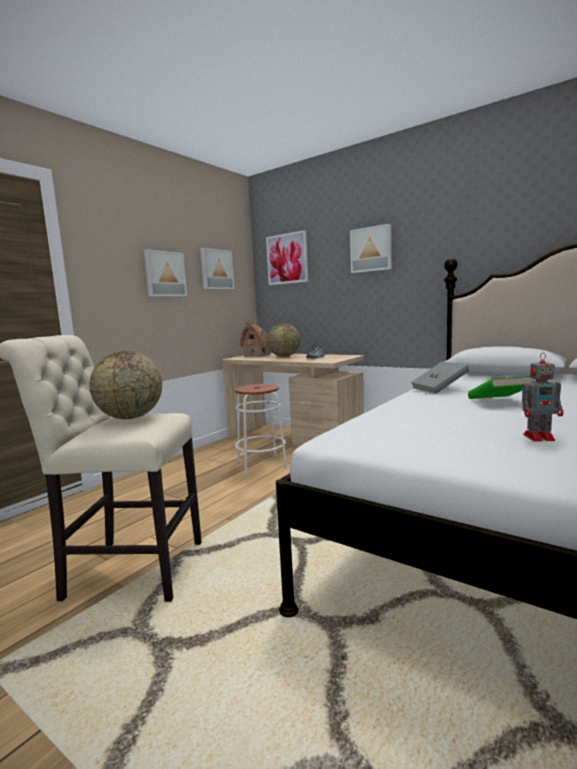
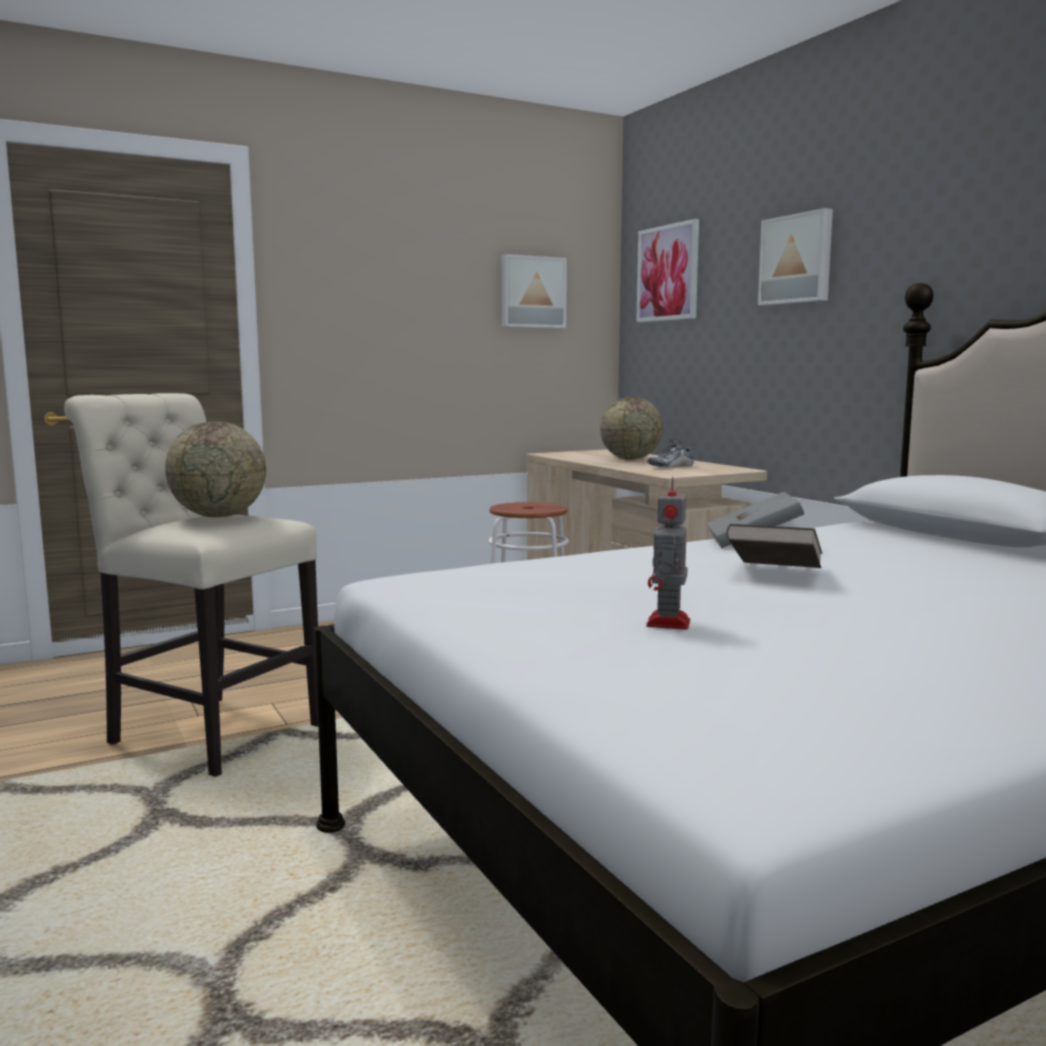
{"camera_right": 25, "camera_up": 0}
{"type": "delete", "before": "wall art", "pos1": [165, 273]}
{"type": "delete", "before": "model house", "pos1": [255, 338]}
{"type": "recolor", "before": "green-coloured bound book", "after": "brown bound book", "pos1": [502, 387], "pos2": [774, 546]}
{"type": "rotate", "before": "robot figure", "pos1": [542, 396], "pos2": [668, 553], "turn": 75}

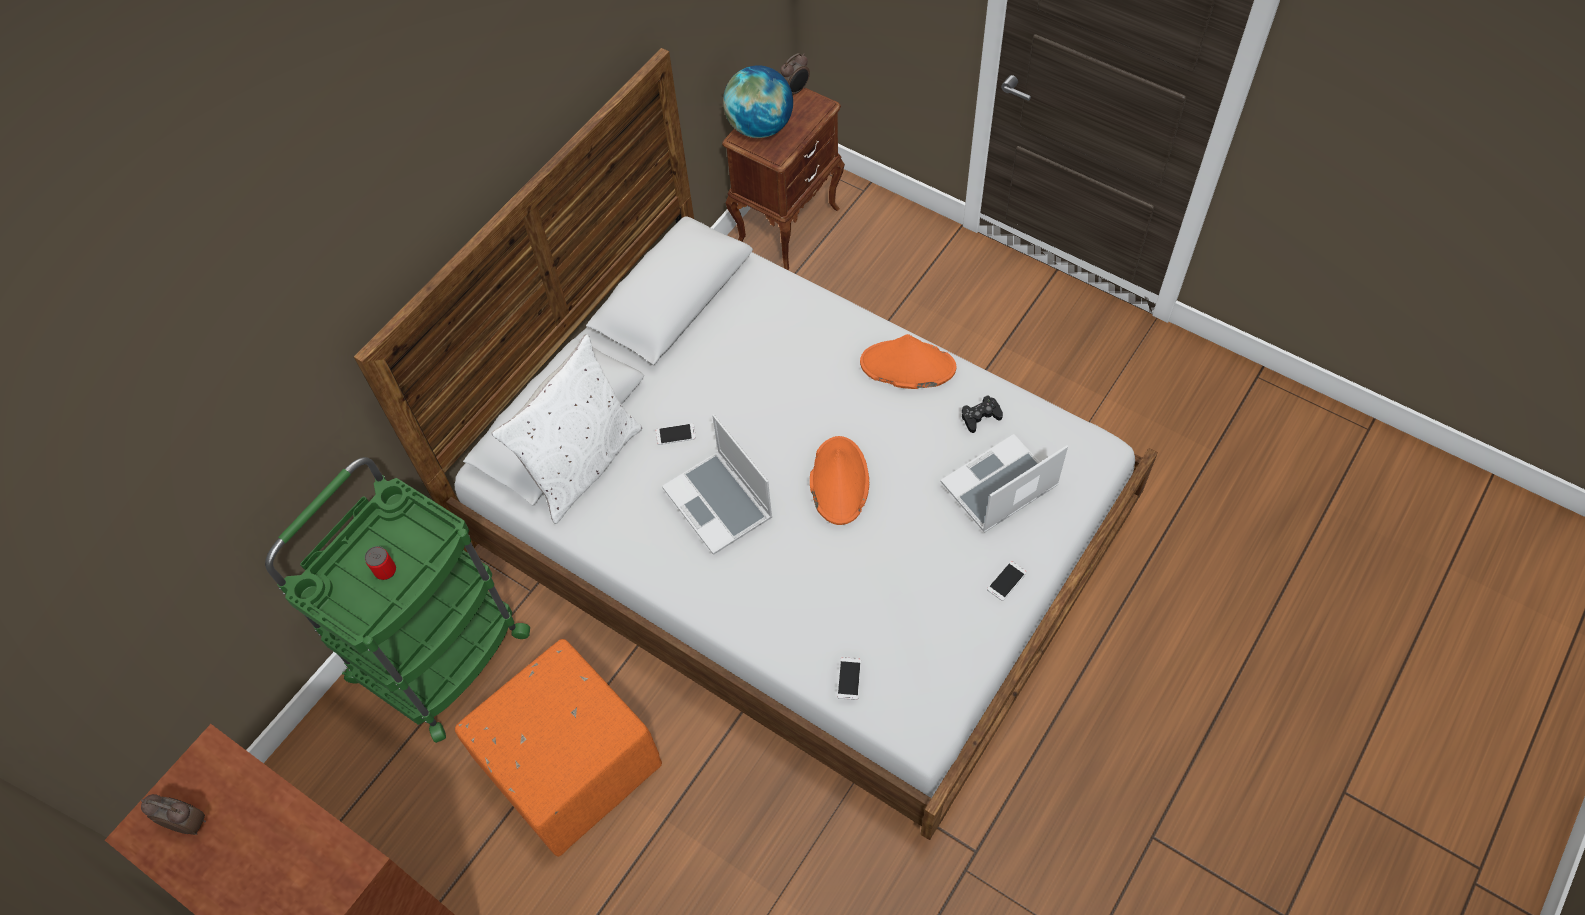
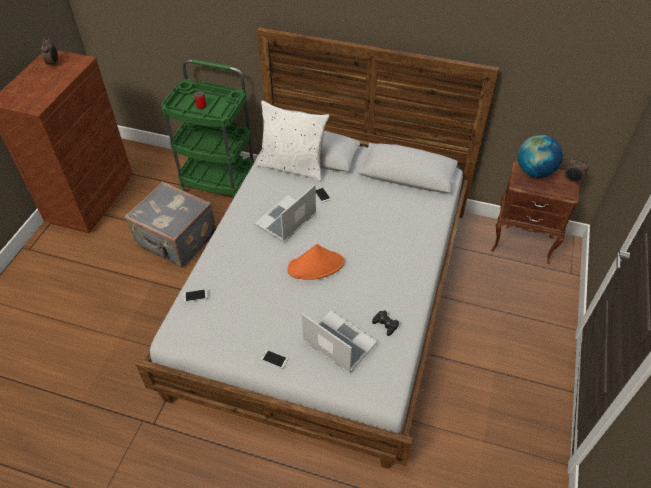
{"camera_right": 70, "camera_up": -10}
{"type": "replace", "before": "orange pouffe", "after": "grey piece of luggage", "pos1": [558, 748], "pos2": [170, 225]}
{"type": "delete", "before": "orange hat", "pos1": [908, 361]}

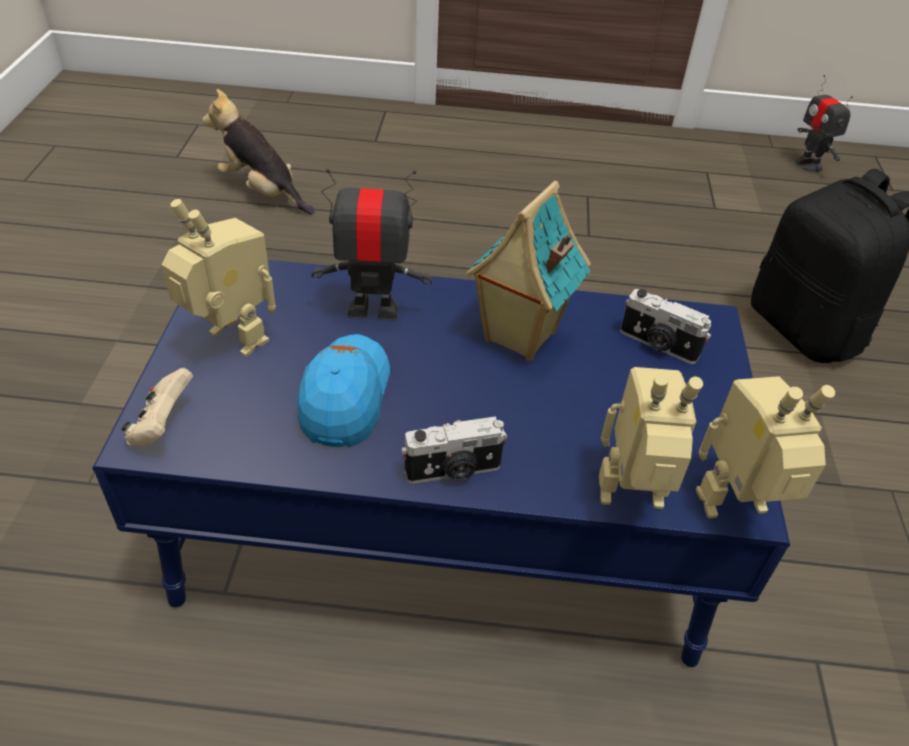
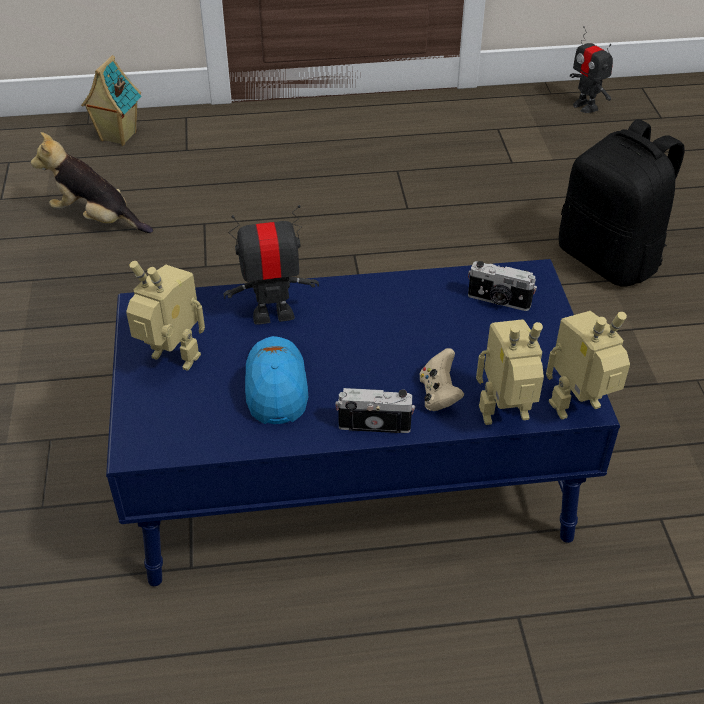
{"camera_right": -10, "camera_up": 0}
{"type": "move", "before": "beige-coloured game controller", "pos1": [157, 407], "pos2": [442, 379]}
{"type": "rotate", "before": "photo camera", "pos1": [454, 450], "pos2": [375, 410], "turn": -150}
{"type": "move", "before": "model house", "pos1": [529, 271], "pos2": [111, 100]}

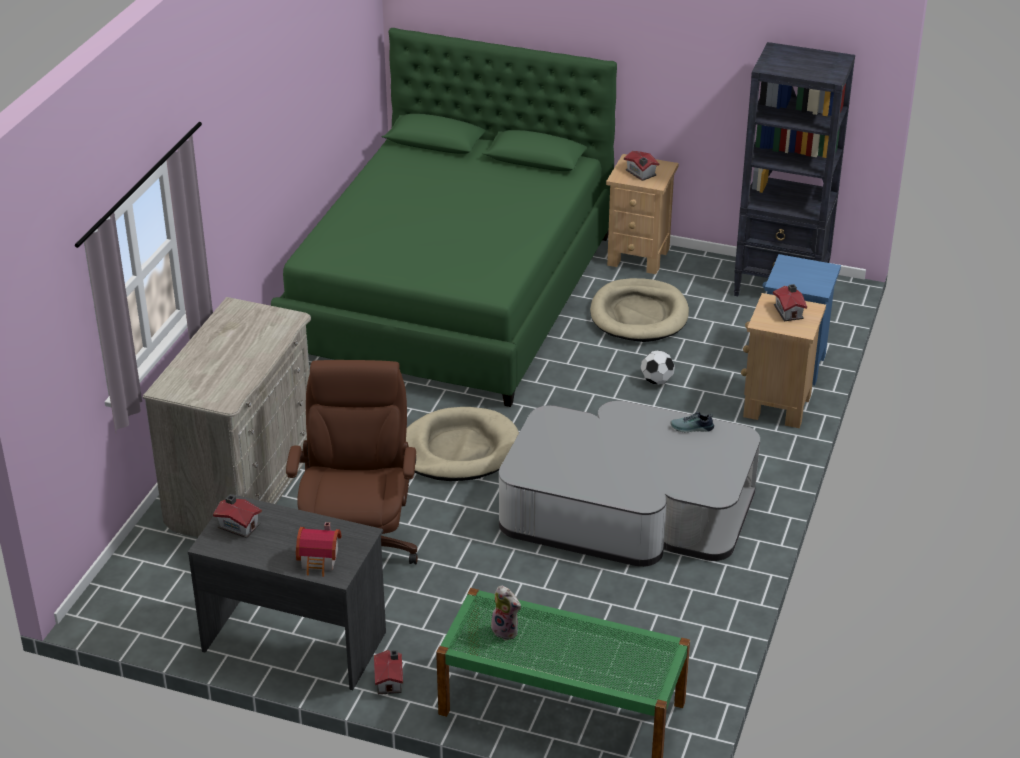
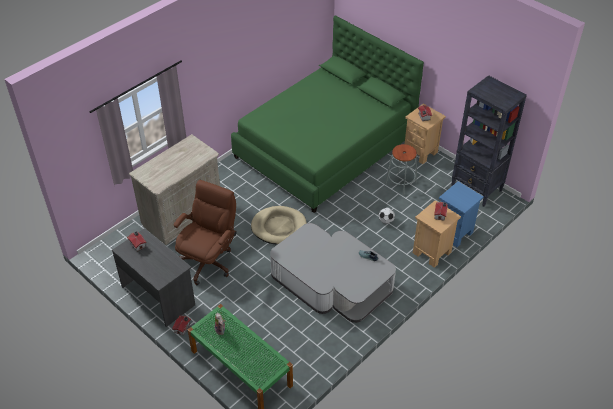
{"camera_right": 25, "camera_up": 10}
{"type": "delete", "before": "model house", "pos1": [318, 549]}
{"type": "replace", "before": "beige-coloured dog cushion", "after": "grey stool seat", "pos1": [639, 310], "pos2": [401, 169]}

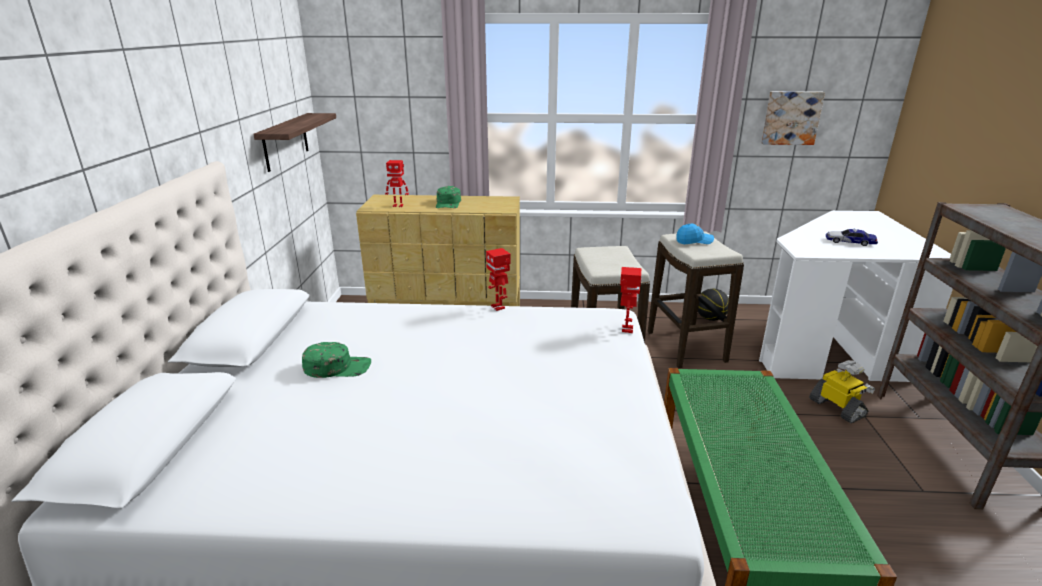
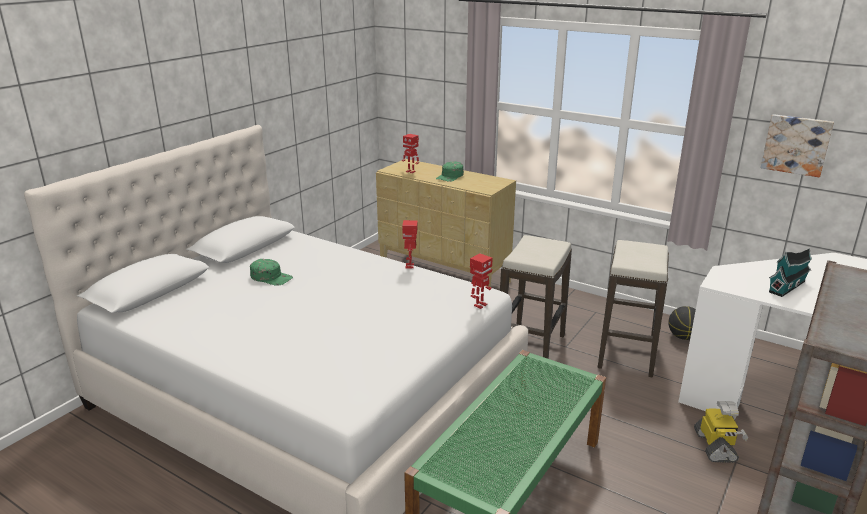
{"camera_right": 30, "camera_up": 0}
{"type": "delete", "before": "shelf", "pos1": [294, 142]}
{"type": "delete", "before": "blue-coloured peaked cap", "pos1": [695, 234]}
{"type": "replace", "before": "miniature car", "after": "model house", "pos1": [852, 237], "pos2": [790, 272]}

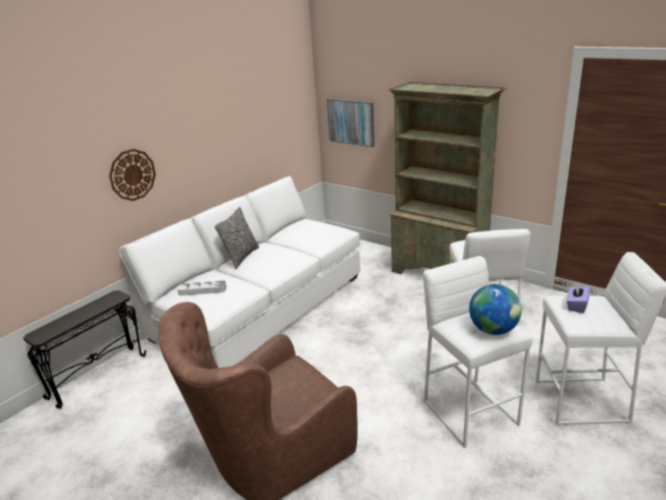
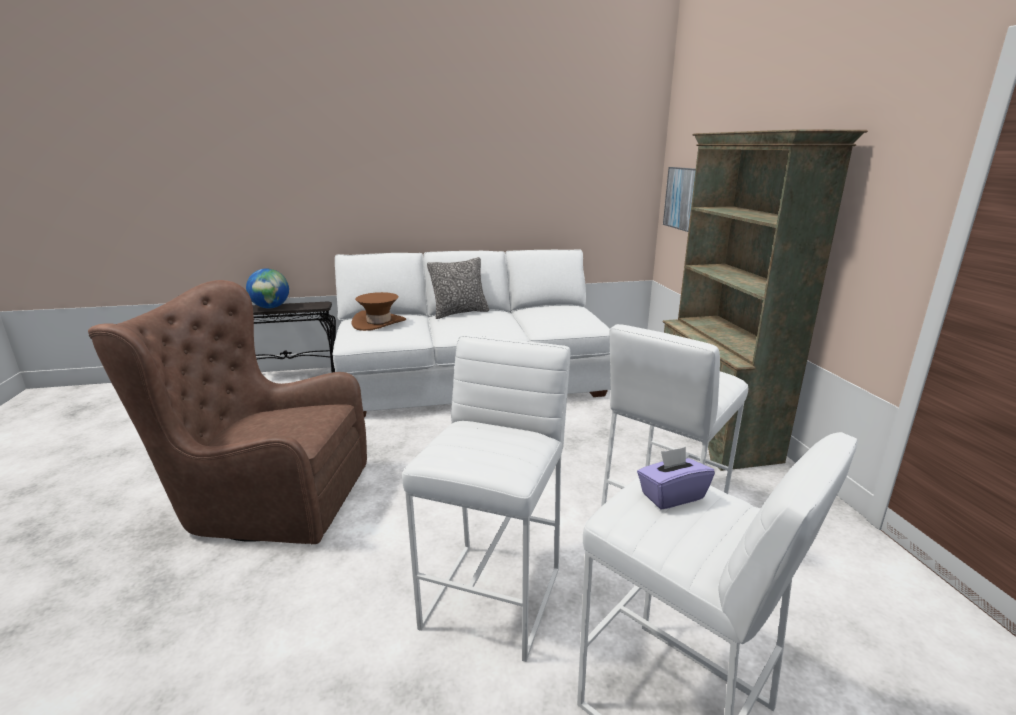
{"camera_right": 40, "camera_up": -5}
{"type": "delete", "before": "wall clock", "pos1": [132, 175]}
{"type": "replace", "before": "grey serving tray", "after": "brown hat", "pos1": [202, 288], "pos2": [378, 311]}
{"type": "move", "before": "desk globe", "pos1": [495, 309], "pos2": [267, 288]}

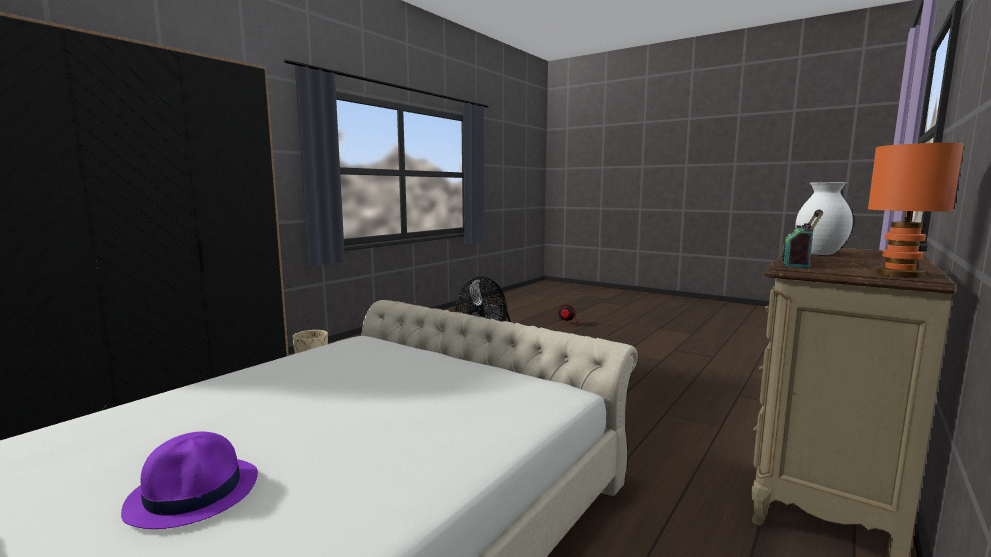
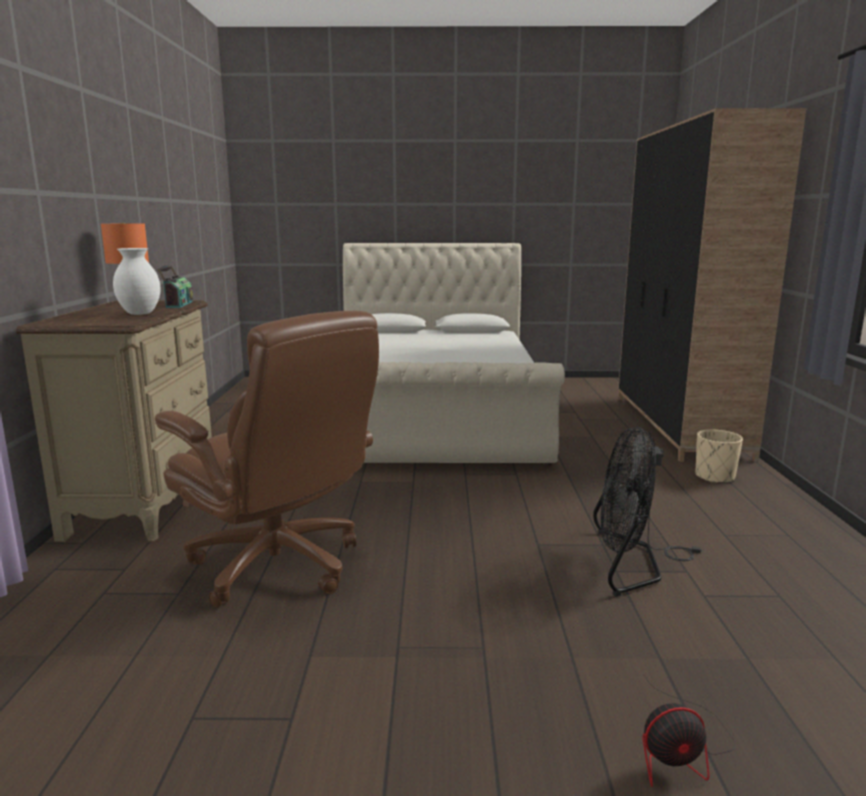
{"camera_right": 145, "camera_up": 5}
{"type": "delete", "before": "purple hat", "pos1": [189, 480]}
{"type": "insert", "after": "brown desk chair", "pos2": [267, 459]}

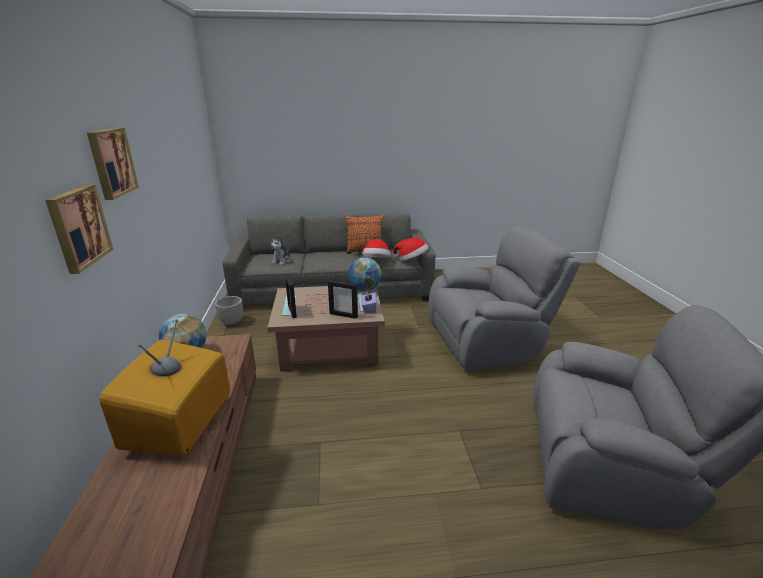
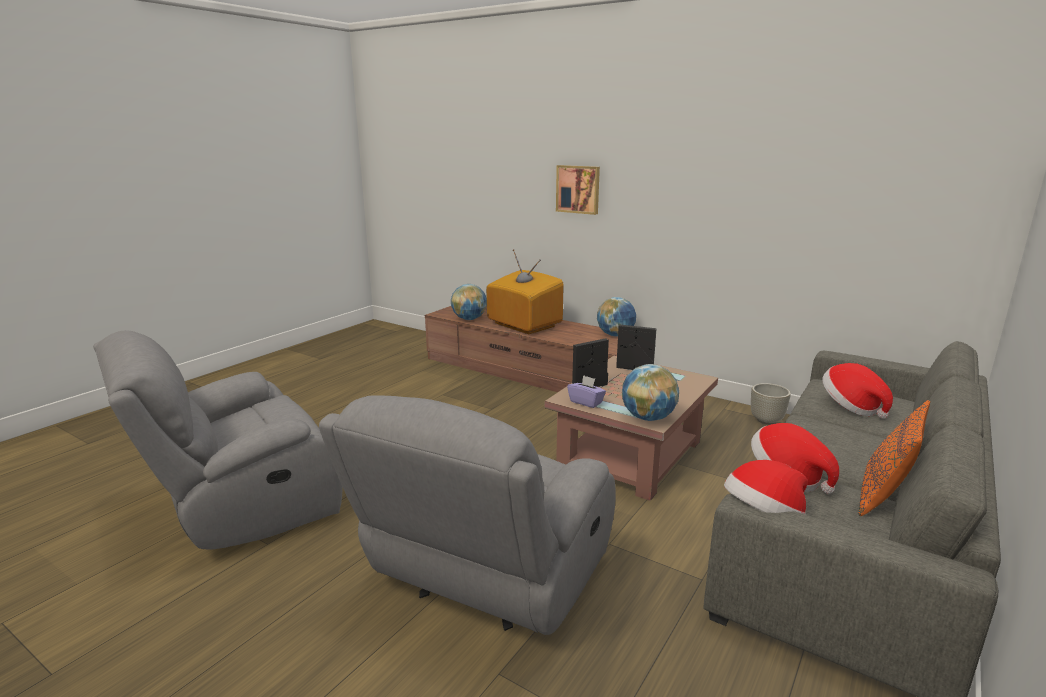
{"camera_right": 130, "camera_up": -5}
{"type": "delete", "before": "wall art", "pos1": [113, 164]}
{"type": "replace", "before": "soft toy", "after": "hat", "pos1": [280, 250], "pos2": [857, 390]}
{"type": "insert", "after": "desk globe", "pos2": [469, 302]}

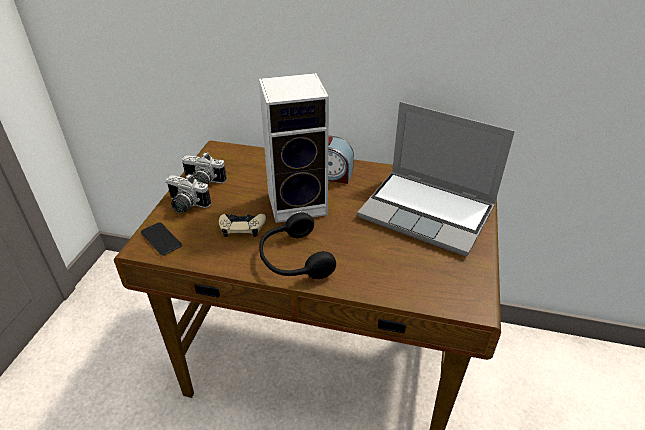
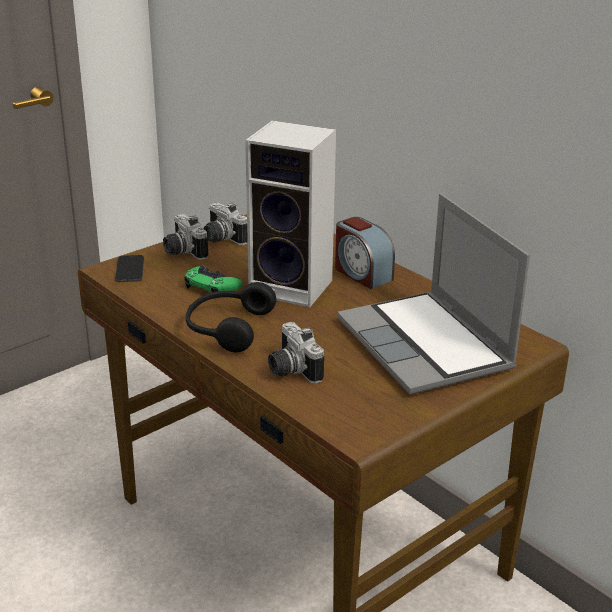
{"camera_right": 35, "camera_up": -10}
{"type": "recolor", "before": "beige-coloured game controller", "after": "green-coloured game controller", "pos1": [242, 225], "pos2": [213, 278]}
{"type": "insert", "after": "photo camera", "pos2": [296, 353]}

